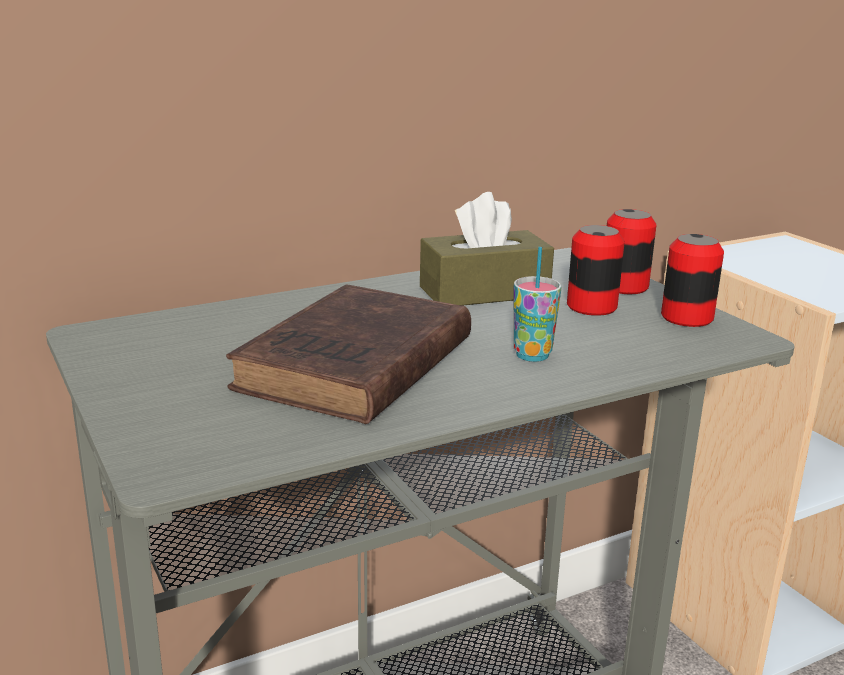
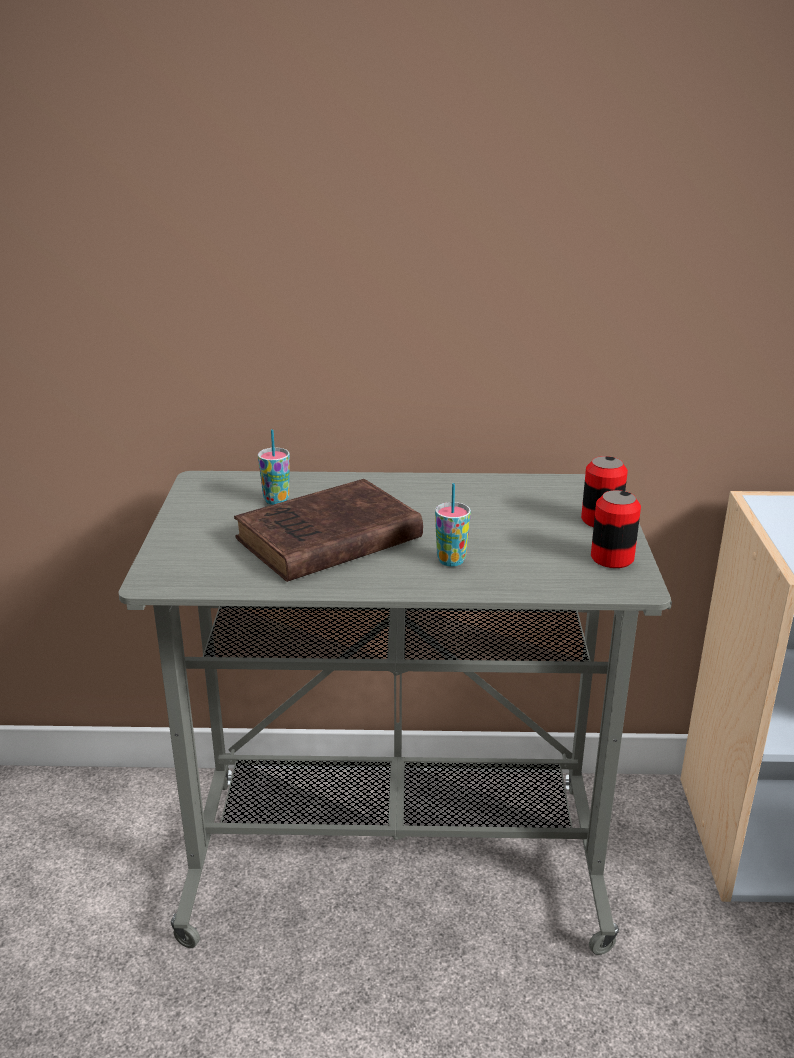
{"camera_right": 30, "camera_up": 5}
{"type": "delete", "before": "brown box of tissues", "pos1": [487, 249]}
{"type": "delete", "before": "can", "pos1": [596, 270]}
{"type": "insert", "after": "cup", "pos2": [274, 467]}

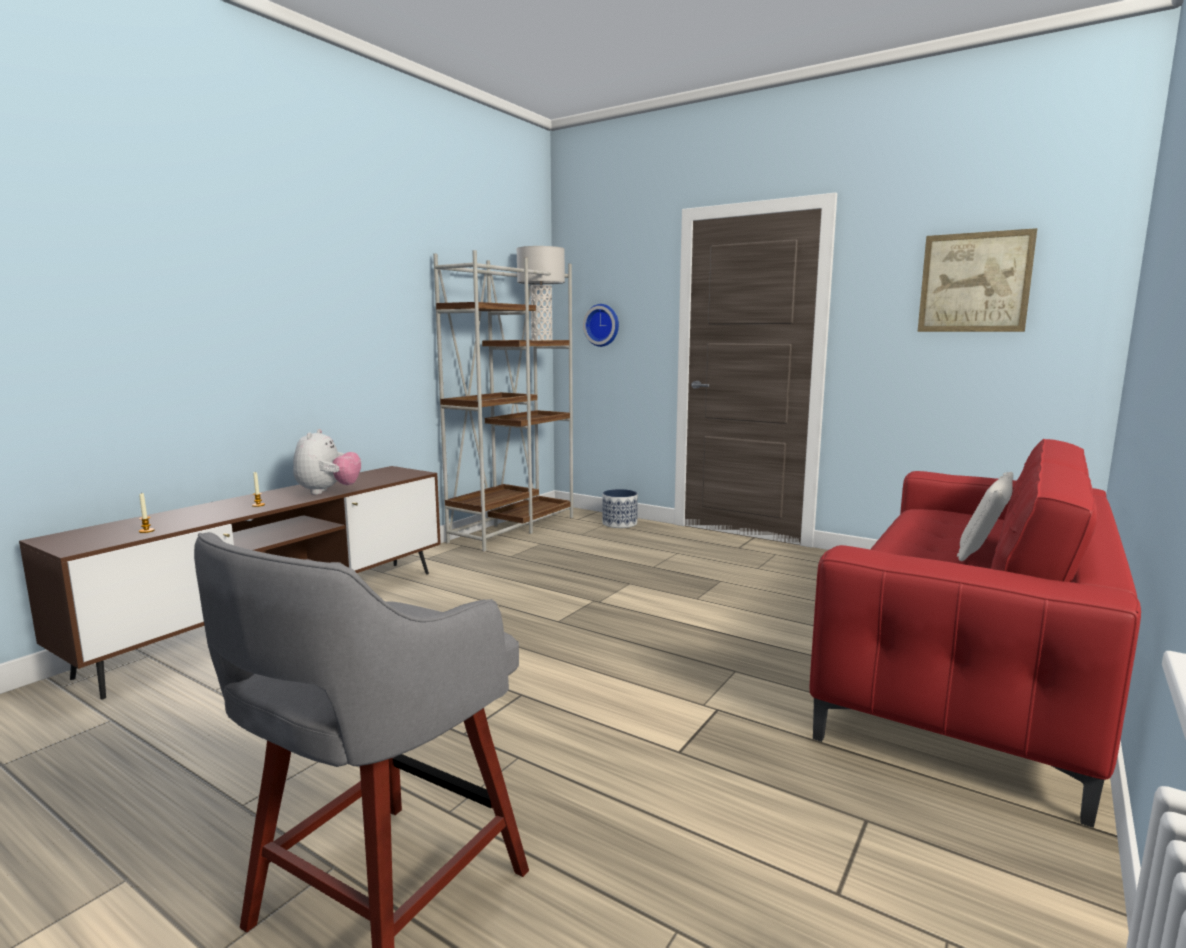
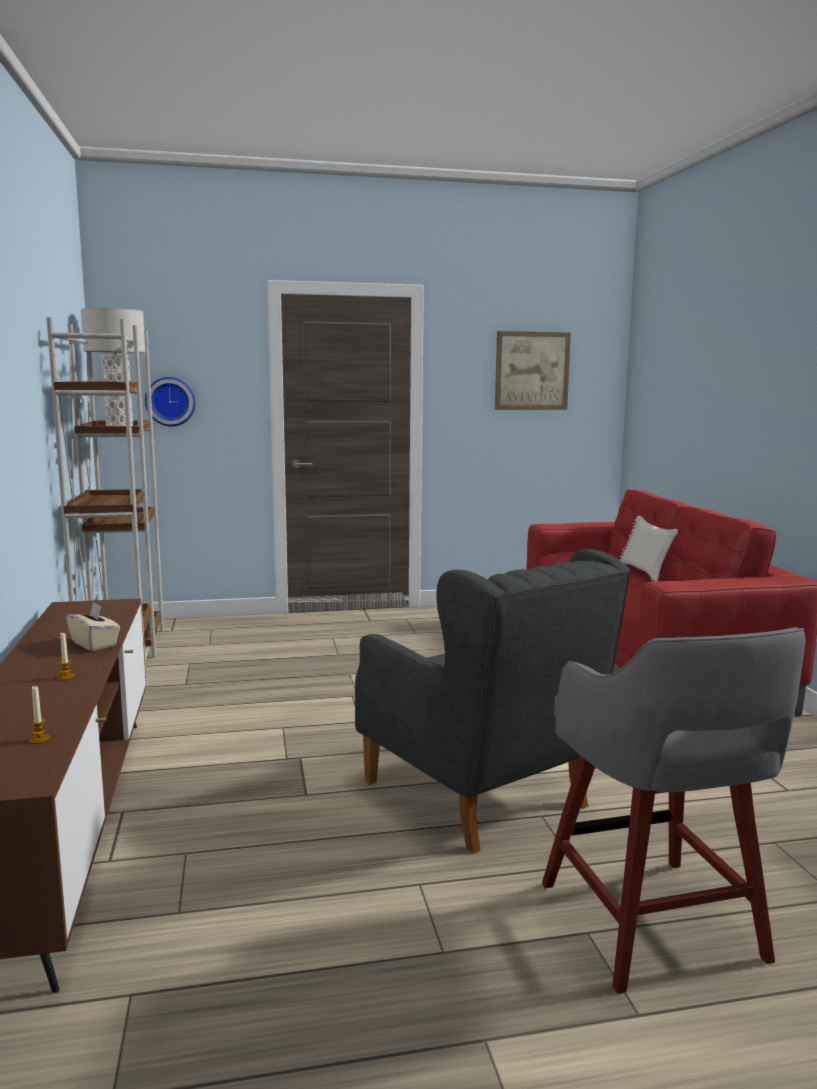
{"camera_right": -45, "camera_up": 0}
{"type": "replace", "before": "soft toy", "after": "beige-coloured box of tissues", "pos1": [327, 462], "pos2": [93, 626]}
{"type": "delete", "before": "flower pot", "pos1": [620, 508]}
{"type": "insert", "after": "grey lounge chair", "pos2": [492, 701]}

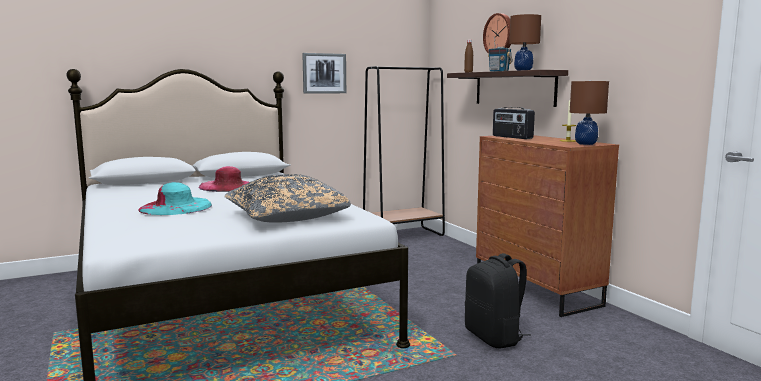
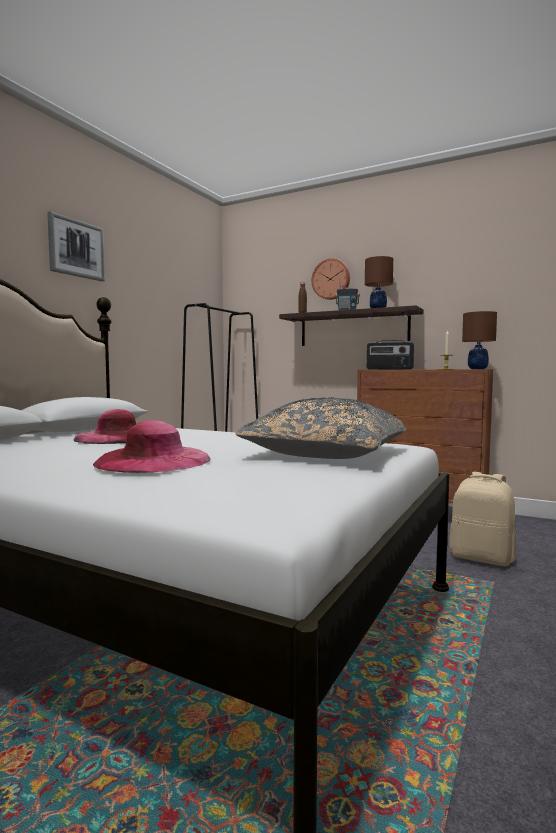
{"camera_right": -35, "camera_up": -5}
{"type": "recolor", "before": "turquoise hat", "after": "pinkish hat", "pos1": [175, 198], "pos2": [151, 446]}
{"type": "move", "before": "wall art", "pos1": [324, 73], "pos2": [76, 246]}
{"type": "recolor", "before": "blackish backpack", "after": "beige-coloured backpack", "pos1": [498, 301], "pos2": [482, 519]}

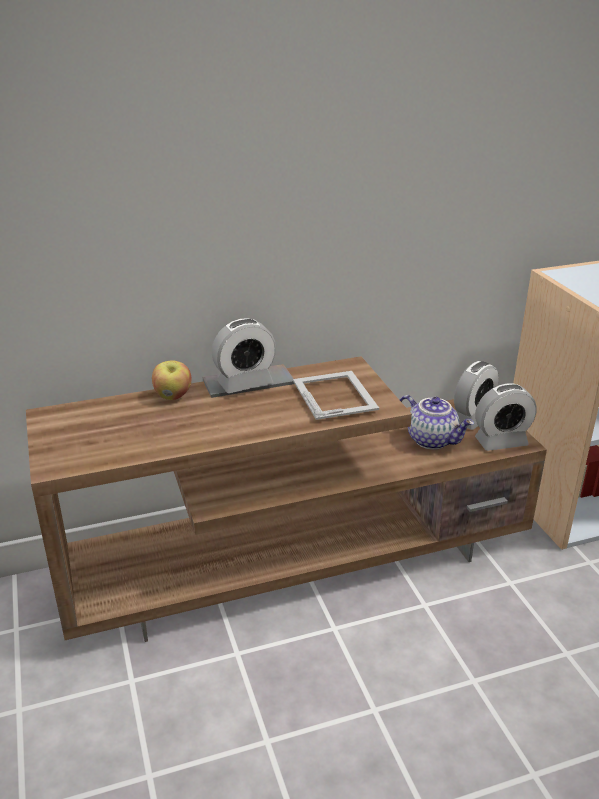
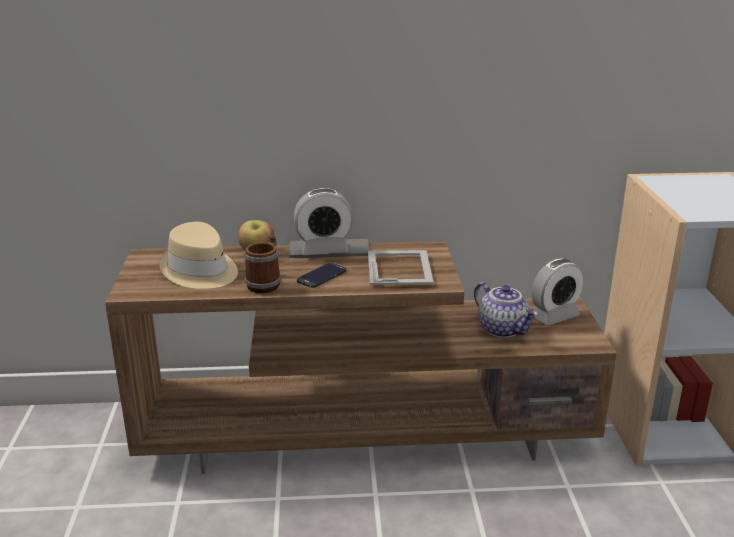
{"camera_right": 15, "camera_up": -5}
{"type": "delete", "before": "table clock", "pos1": [506, 417]}
{"type": "insert", "after": "beige-coloured hat", "pos2": [198, 255]}
{"type": "insert", "after": "coffee mug", "pos2": [262, 264]}
{"type": "insert", "after": "phone", "pos2": [322, 275]}

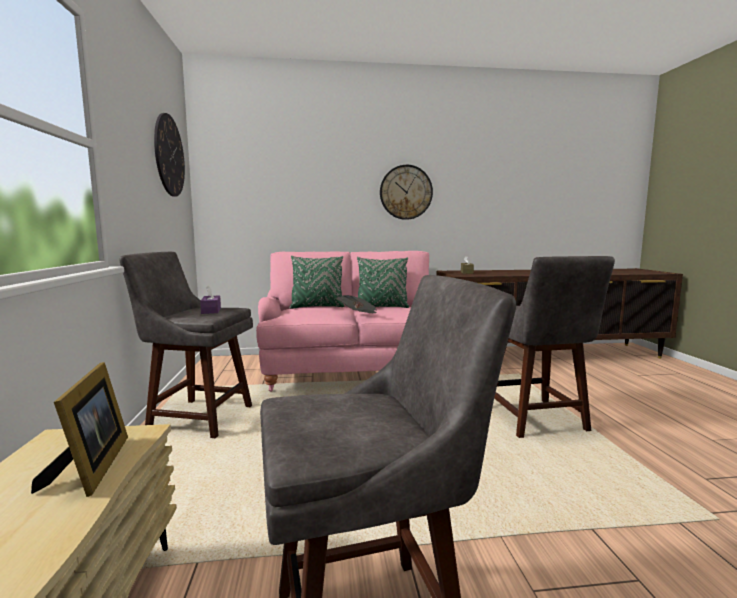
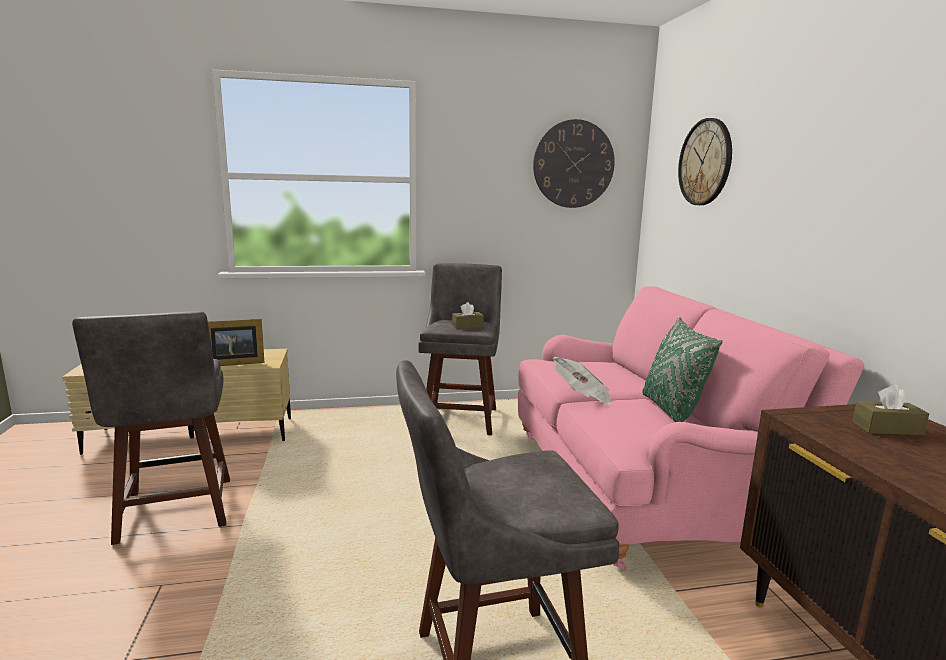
{"camera_right": 85, "camera_up": 5}
{"type": "recolor", "before": "purple box of tissues", "after": "brown box of tissues", "pos1": [210, 299], "pos2": [468, 315]}
{"type": "delete", "before": "green-coloured throw pillow", "pos1": [316, 282]}
{"type": "move", "before": "wall clock", "pos1": [406, 192], "pos2": [705, 161]}

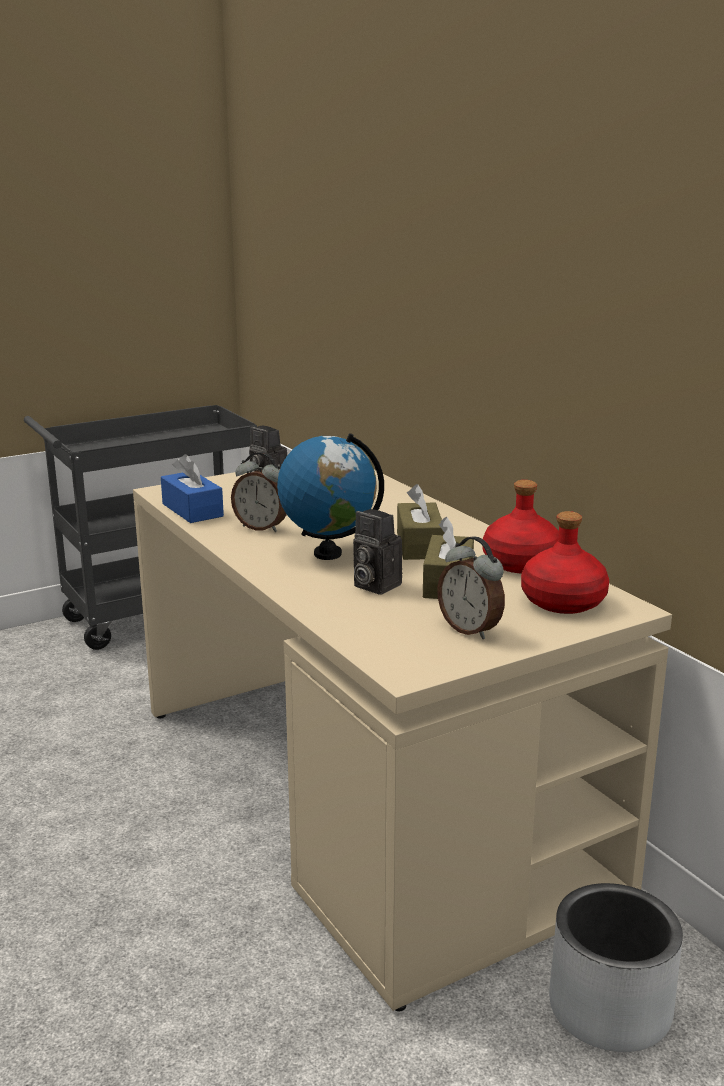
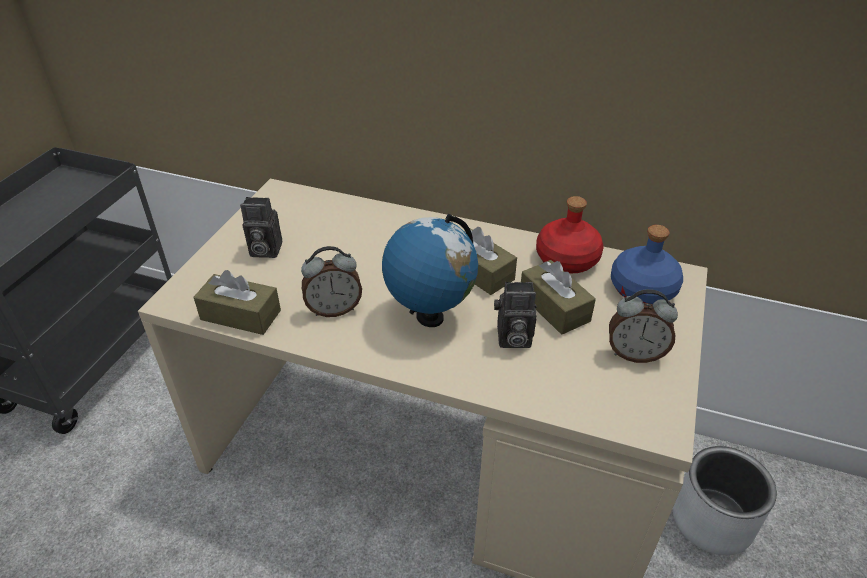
{"camera_right": -40, "camera_up": 20}
{"type": "recolor", "before": "blue-coloured box of tissues", "after": "brown box of tissues", "pos1": [192, 488], "pos2": [237, 302]}
{"type": "recolor", "before": "red-coloured beverage bottle", "after": "blue-coloured beverage bottle", "pos1": [565, 562], "pos2": [647, 264]}

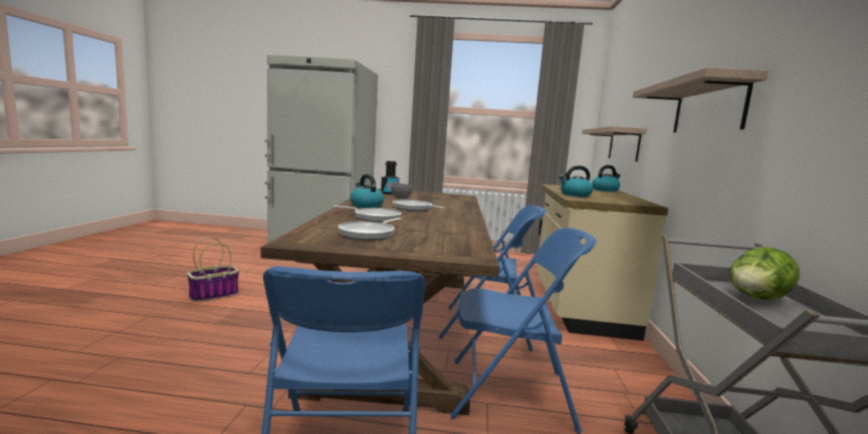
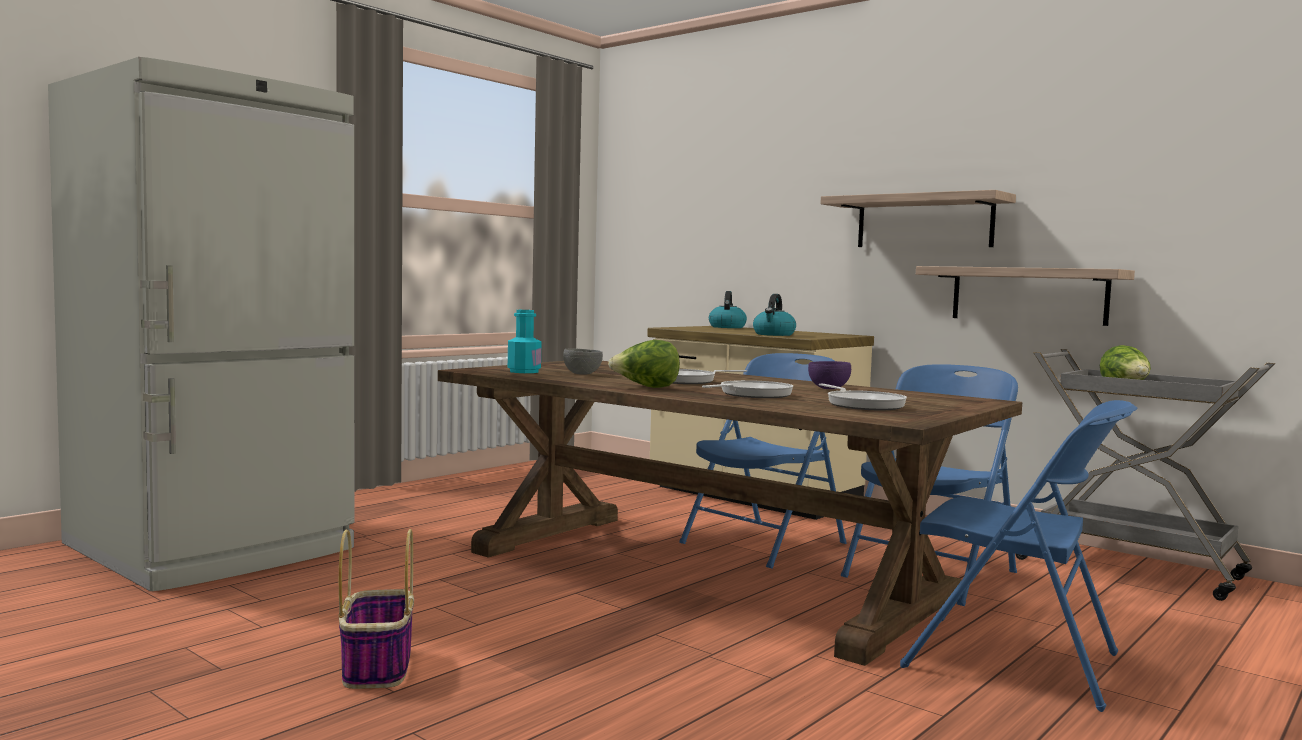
{"camera_right": -55, "camera_up": -5}
{"type": "replace", "before": "kettle", "after": "head of lettuce", "pos1": [367, 191], "pos2": [644, 364]}
{"type": "recolor", "before": "blackish beverage bottle", "after": "turquoise beverage bottle", "pos1": [390, 178], "pos2": [524, 341]}
{"type": "move", "before": "shelf", "pos1": [614, 144], "pos2": [1025, 296]}
{"type": "insert", "after": "purple serving bowl", "pos2": [829, 375]}

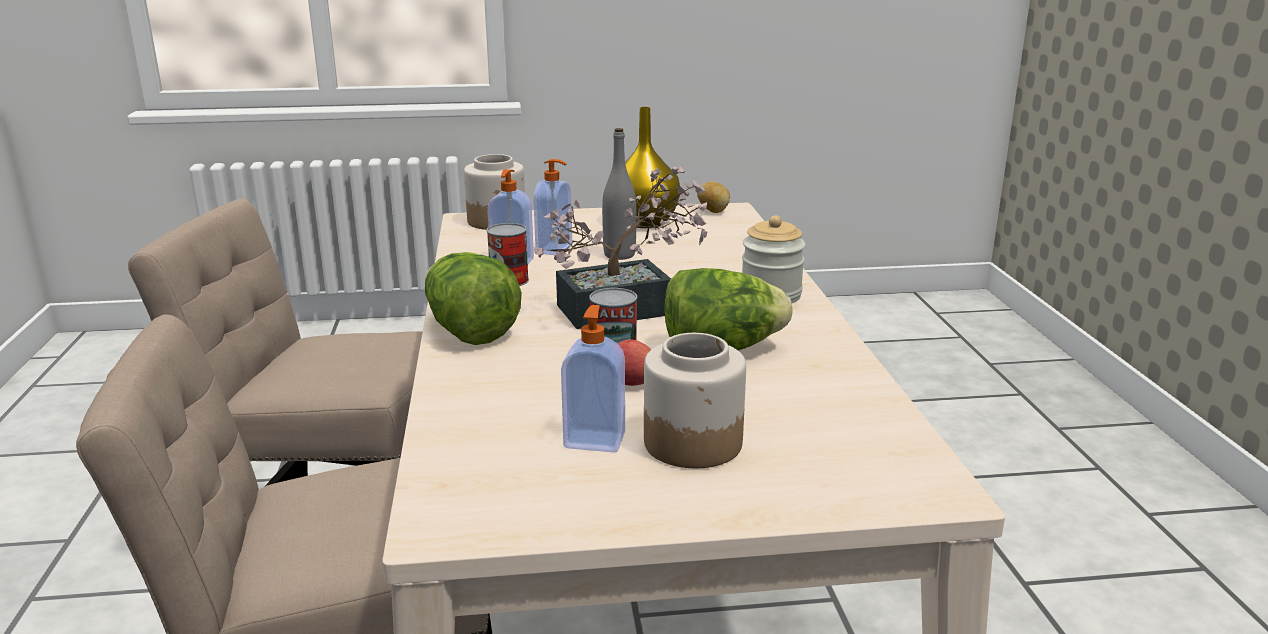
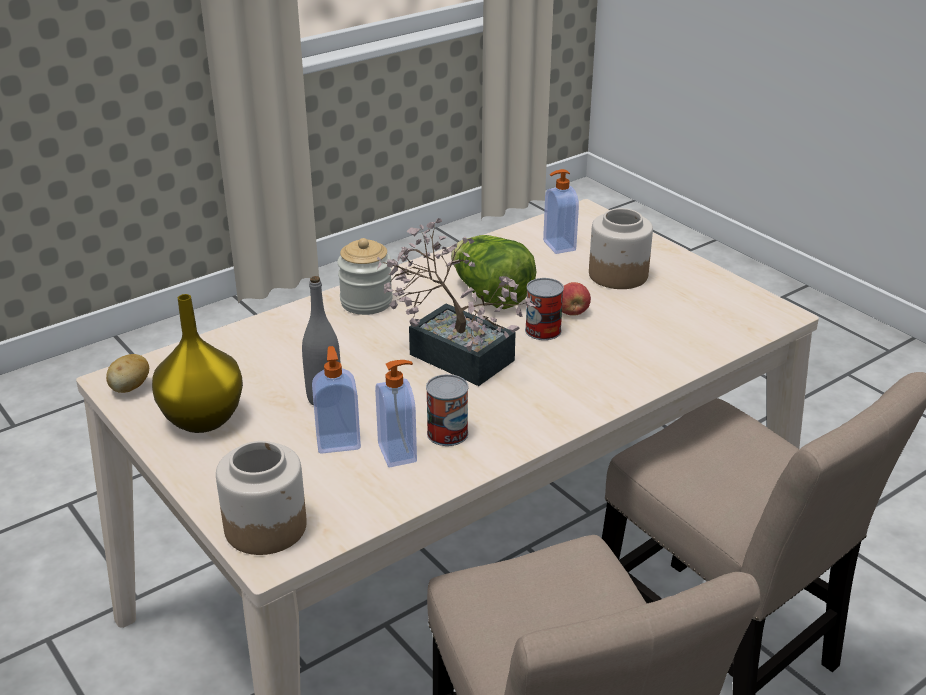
{"camera_right": -120, "camera_up": 10}
{"type": "delete", "before": "head of lettuce", "pos1": [473, 298]}
{"type": "move", "before": "soap bottle", "pos1": [593, 379], "pos2": [561, 211]}

